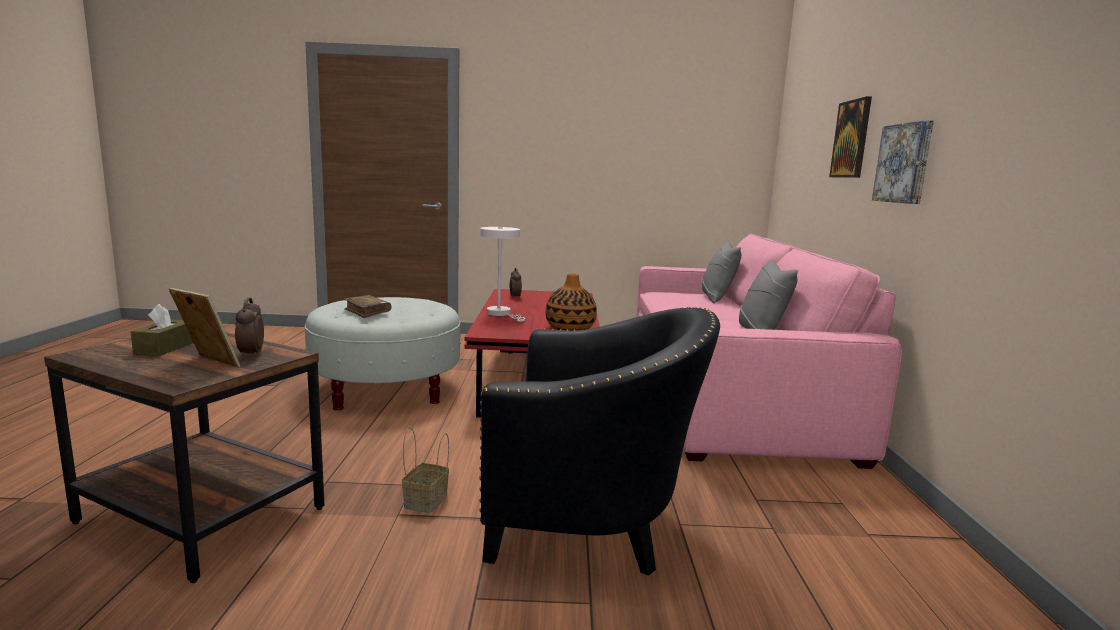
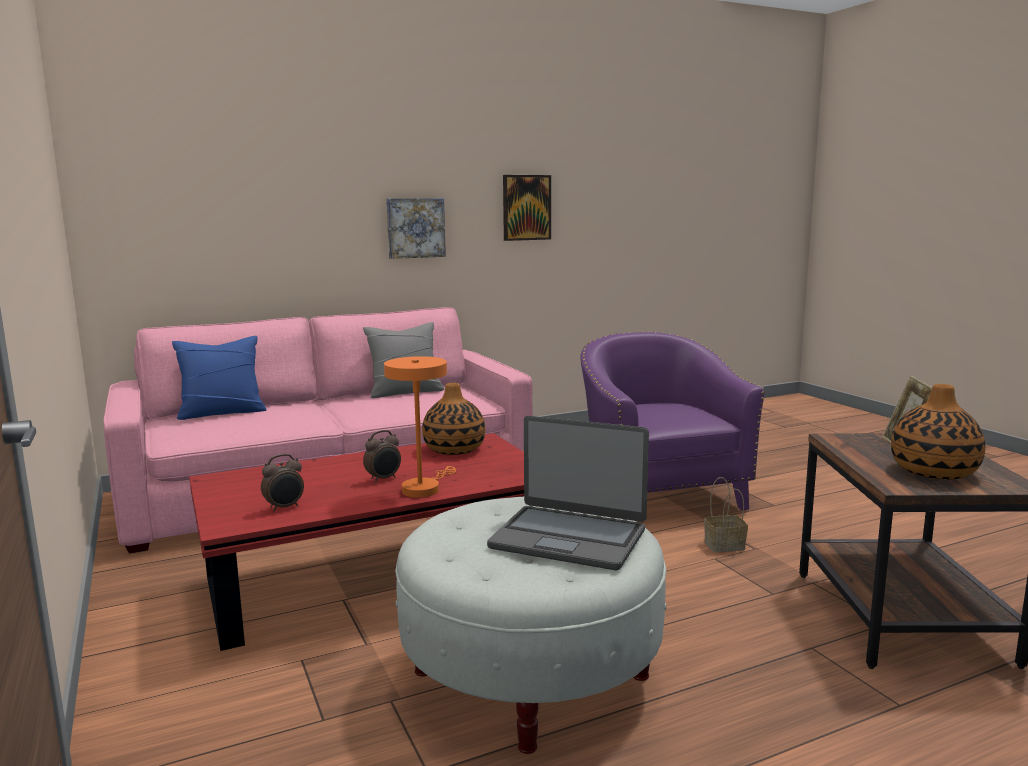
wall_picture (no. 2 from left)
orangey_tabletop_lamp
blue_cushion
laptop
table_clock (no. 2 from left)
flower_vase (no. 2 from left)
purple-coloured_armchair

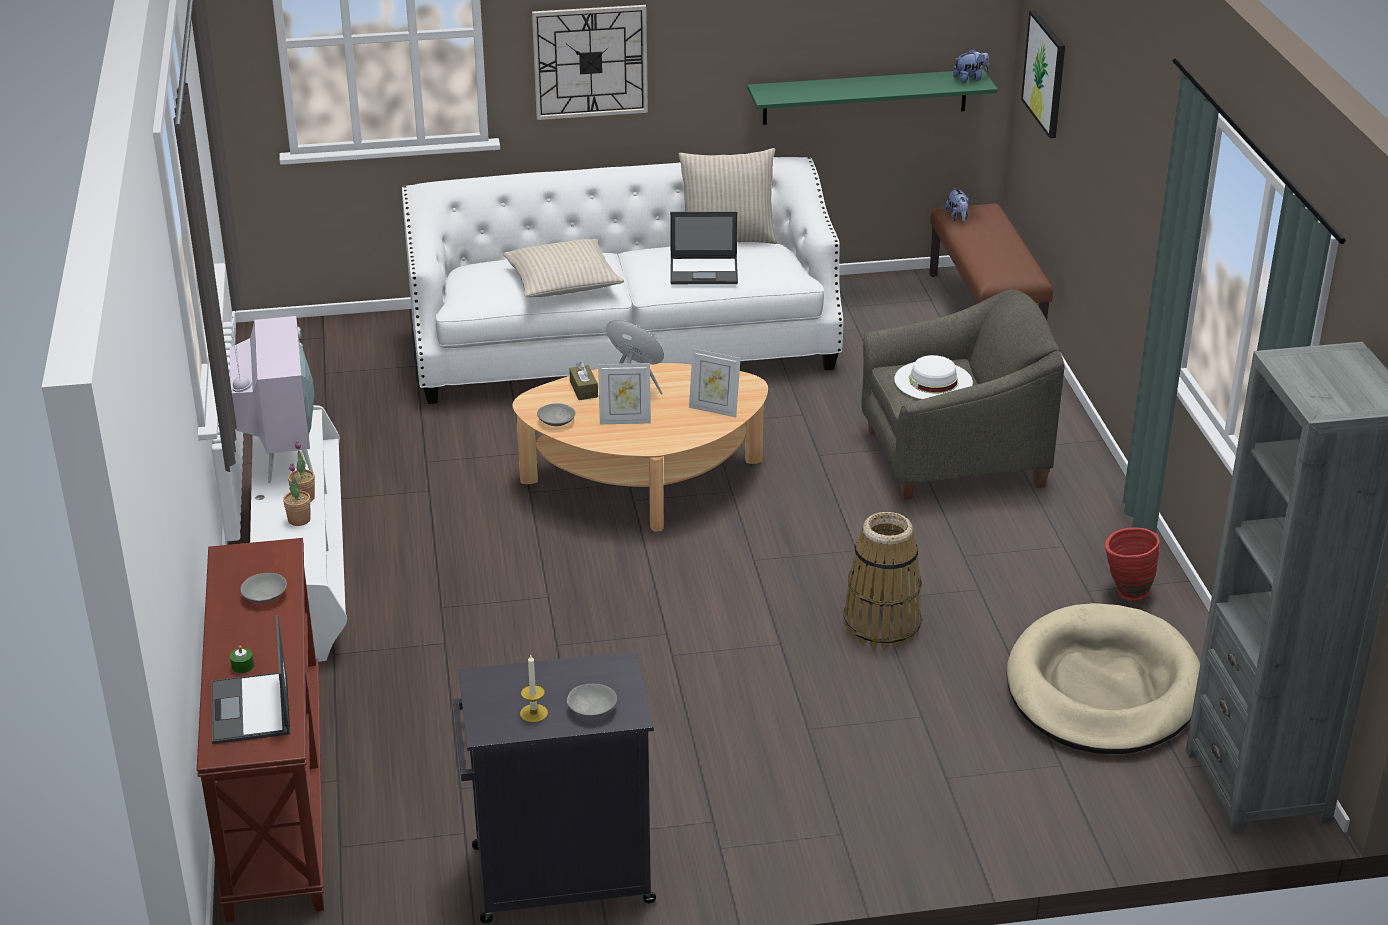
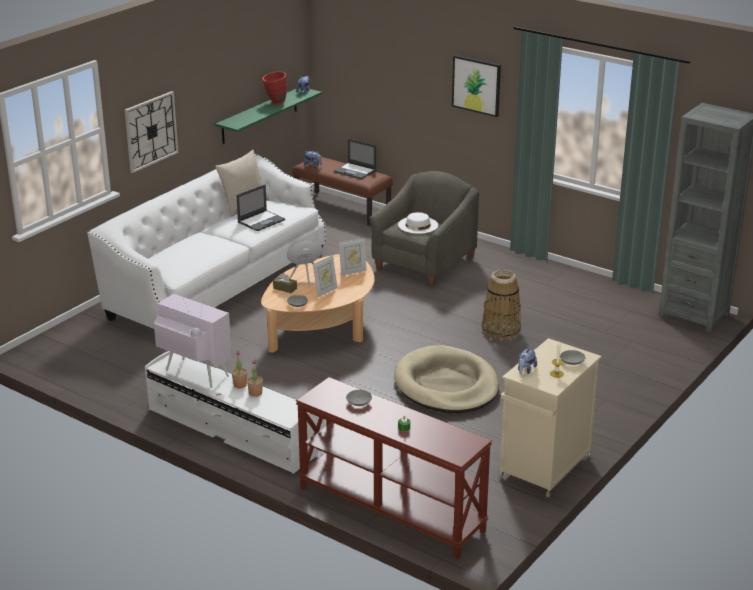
wall_picture
beige_cushion (no. 1 from left in the first image)
red_flower_vase
beige_pet_bed
laptop (no. 2 from left)
beige_cabinet
plush_toy (no. 3 from left)

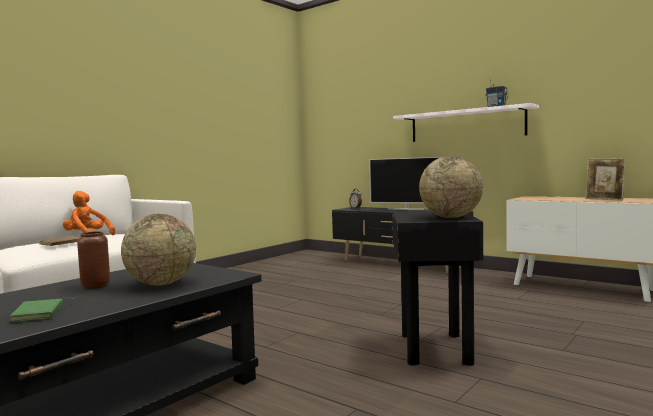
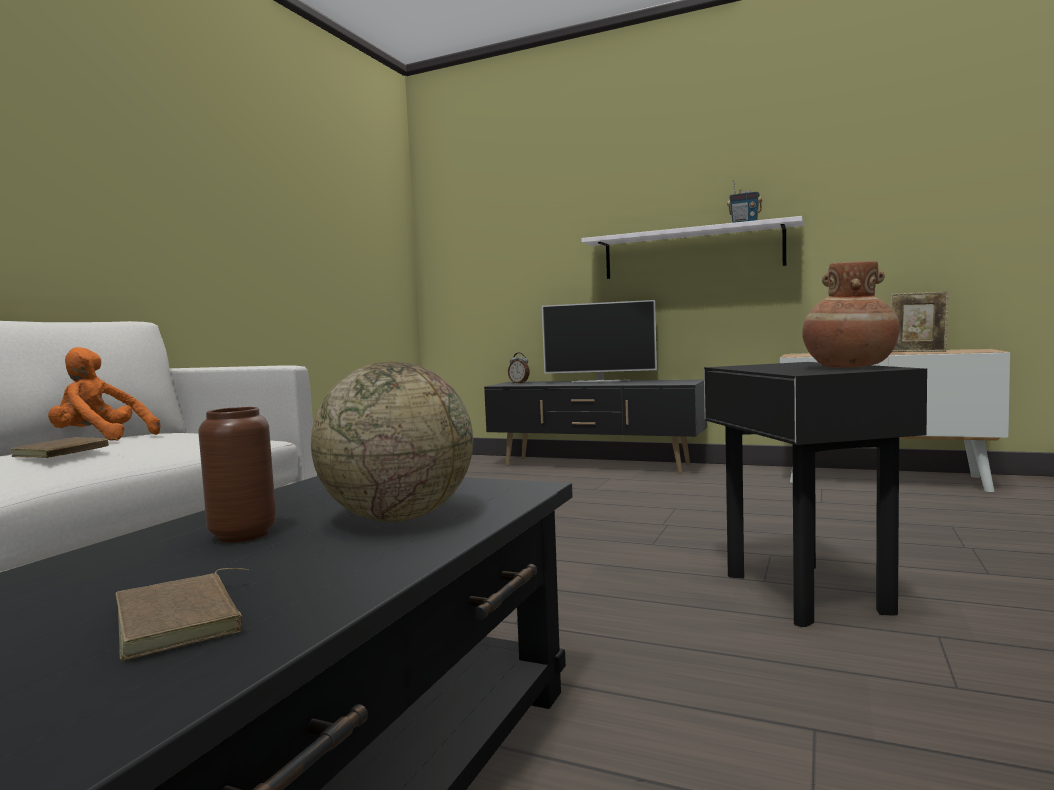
brownish_flower_vase (no. 2 from left)
brownish_bound_book (no. 2 from left)

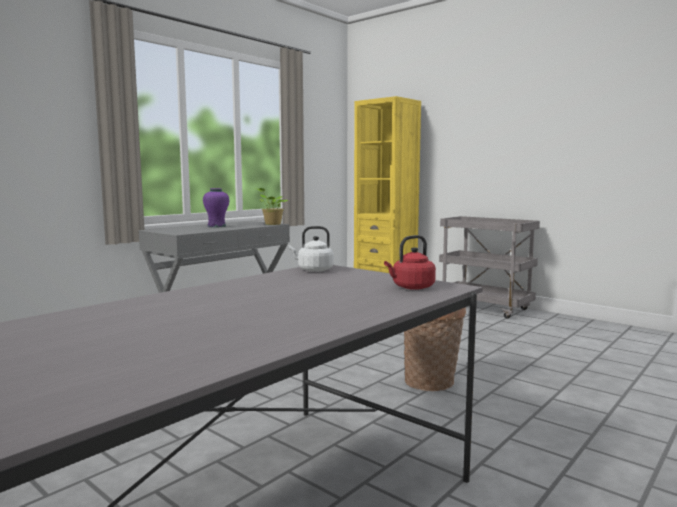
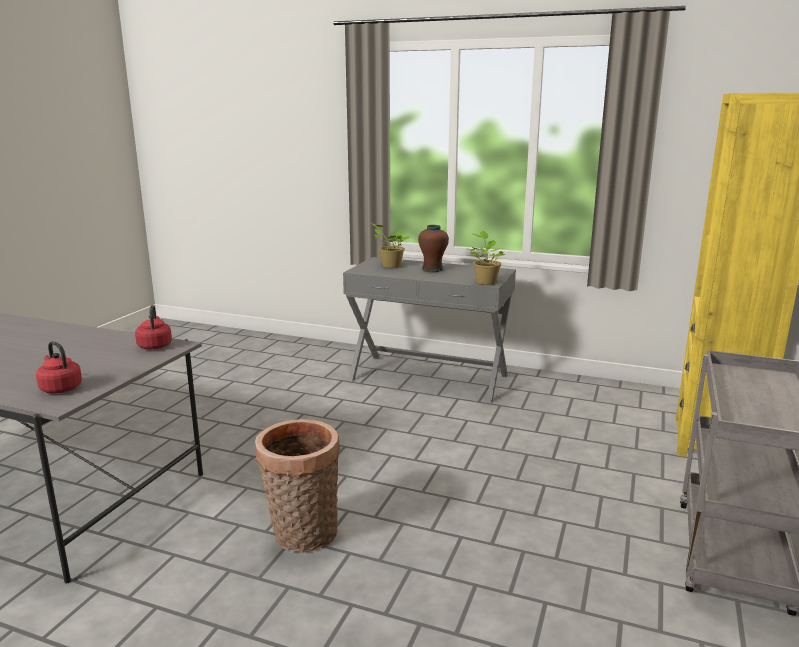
brownish_flower_vase
red_water_kettle (no. 2 from left)
plant_in_a_pot (no. 1 from left)

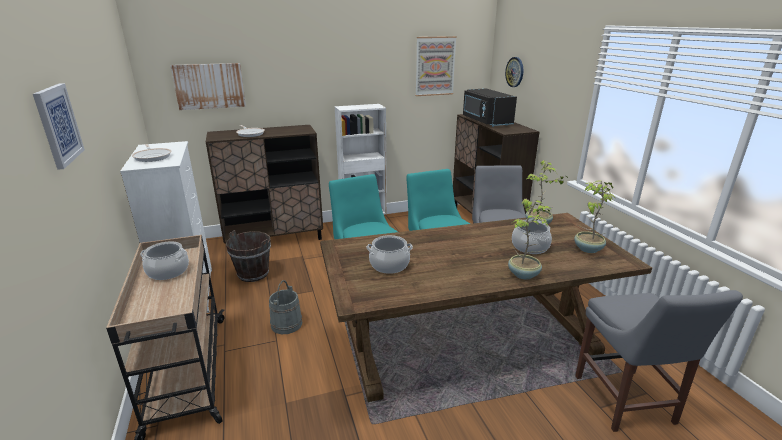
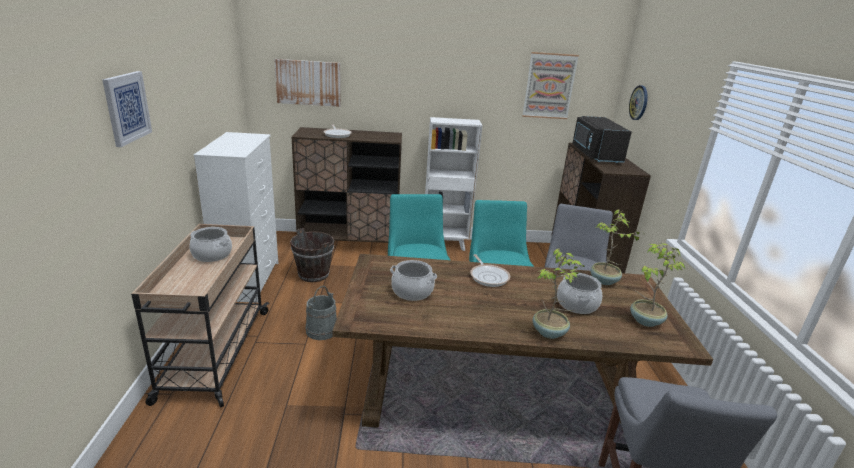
pan (no. 2 from left)

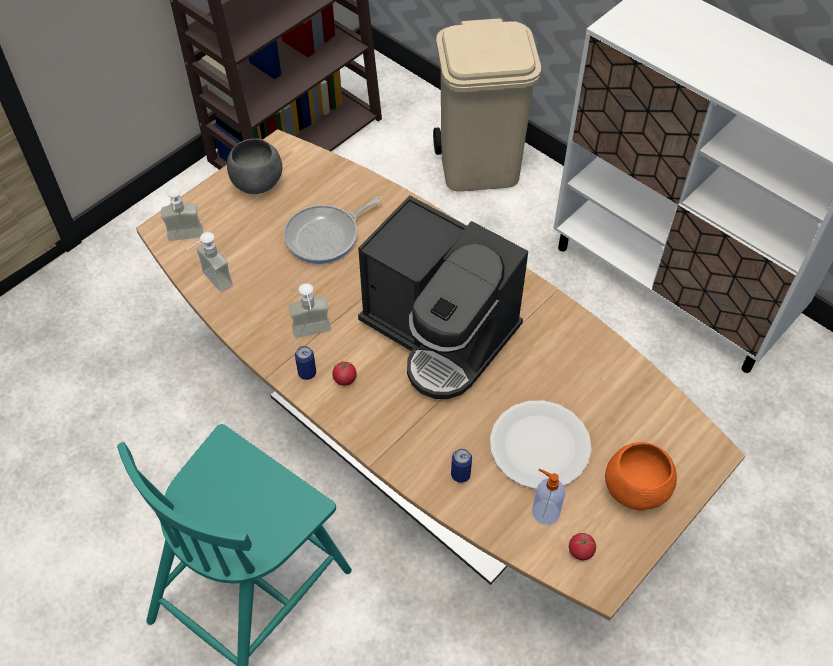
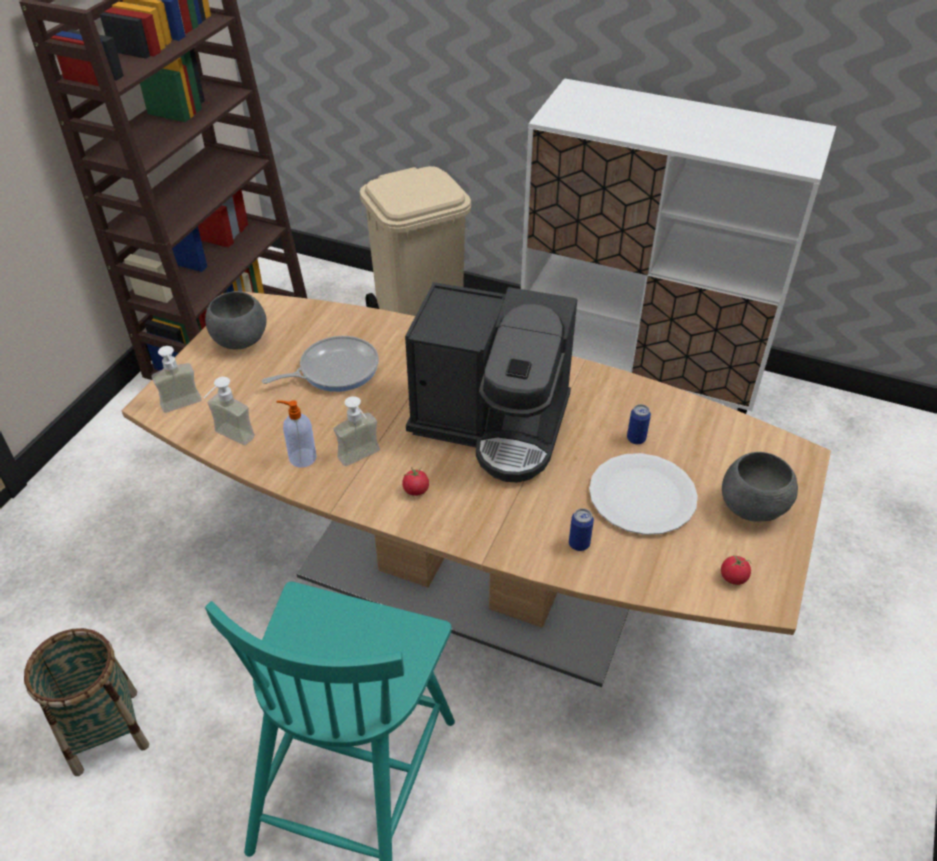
pan
can (no. 2 from left)
grey_bowl (no. 2 from left)
liquid_soap_bottle (no. 3 from left)
basket

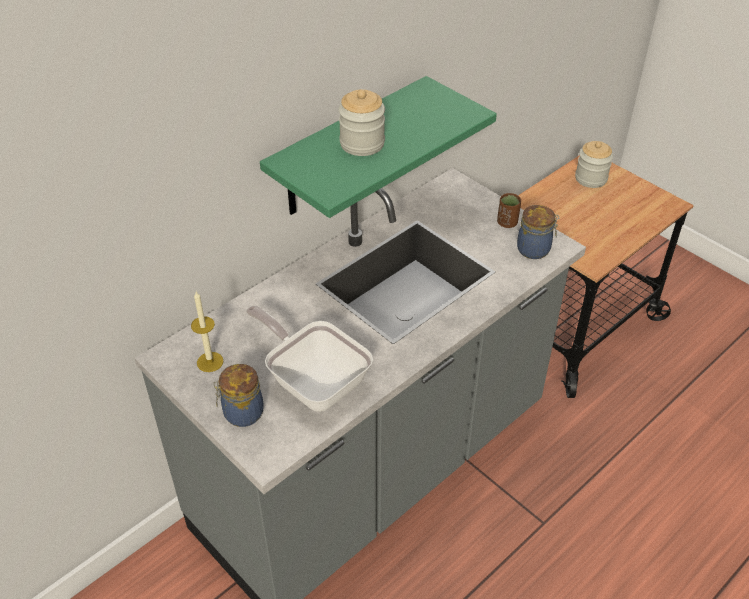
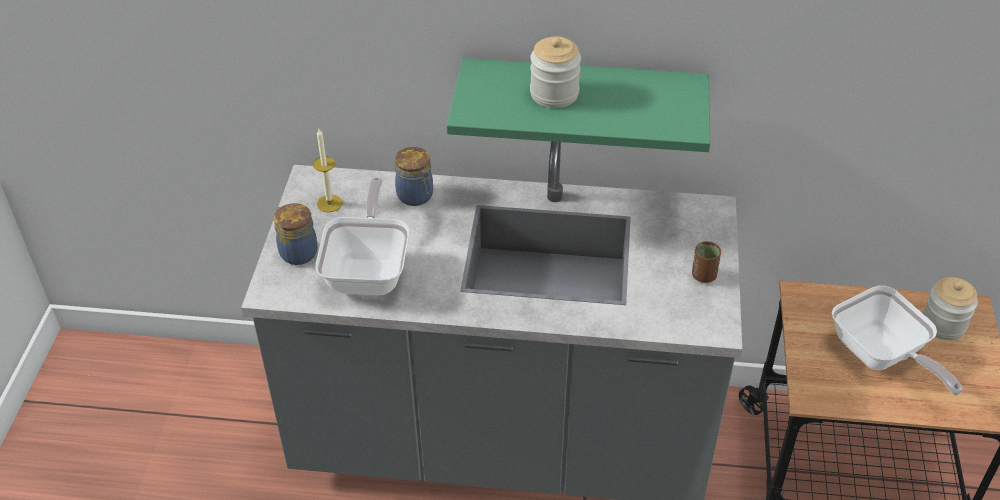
storage_jar (no. 2 from left)
pan (no. 2 from left)

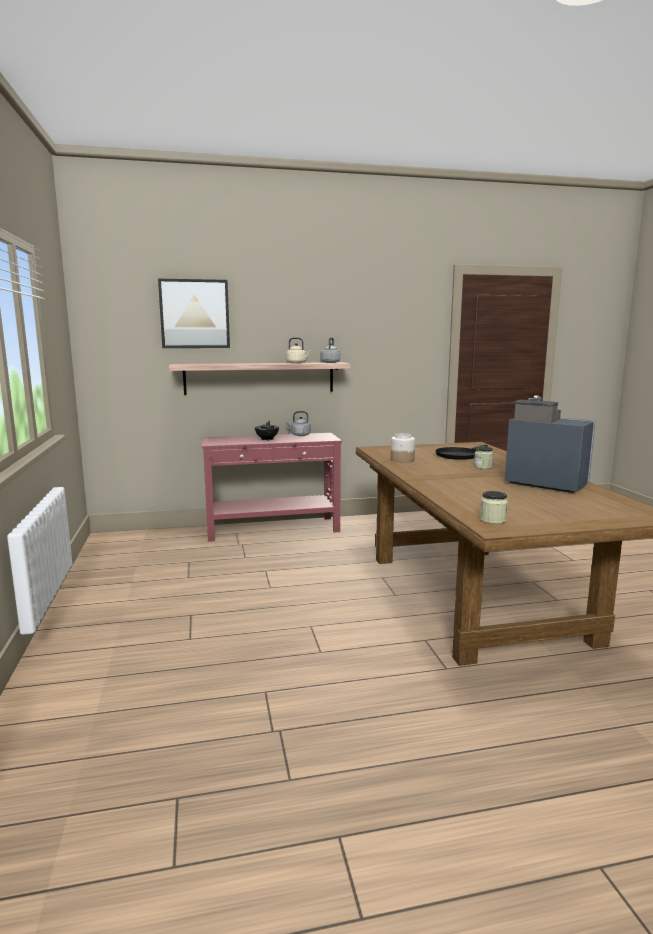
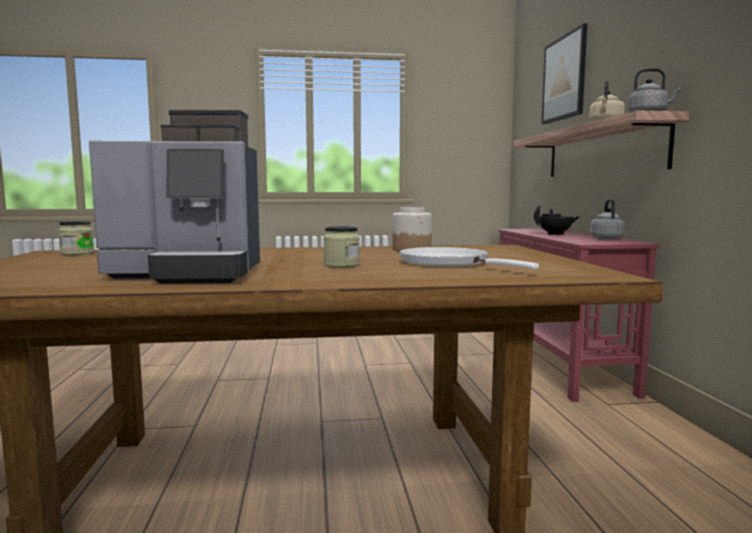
coffee_machine
white_pan

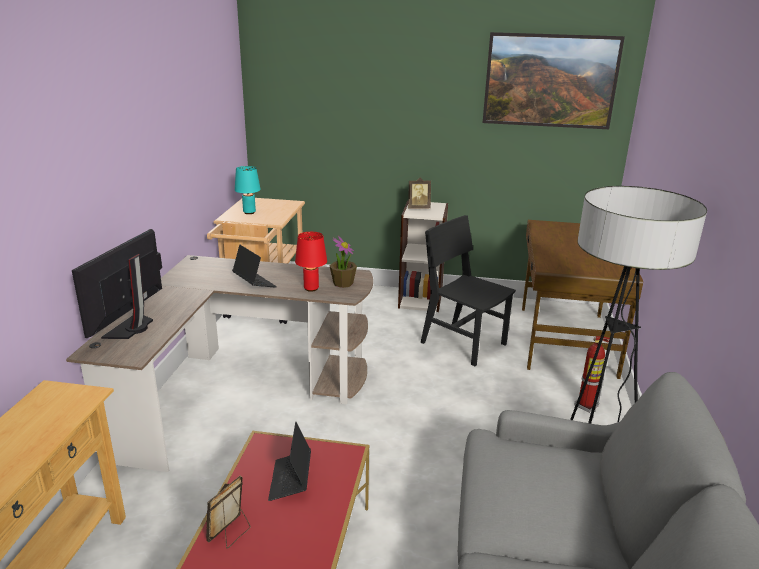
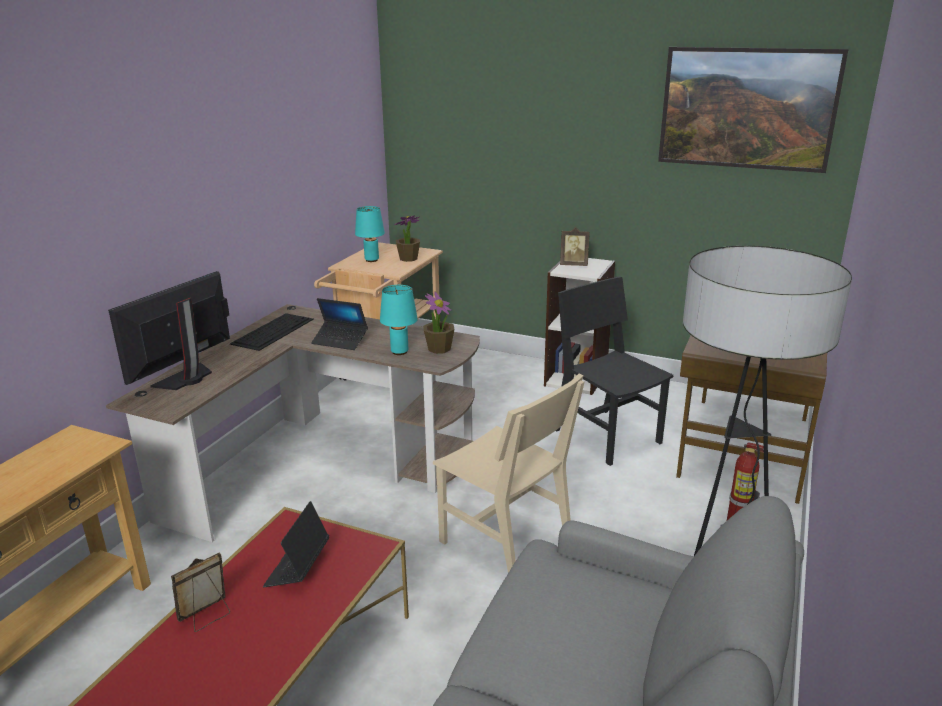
turquoise_tabletop_lamp (no. 2 from left)
laptop (no. 2 from left)
plant_in_a_pot (no. 1 from left)
keyboard
beige_plain_chair

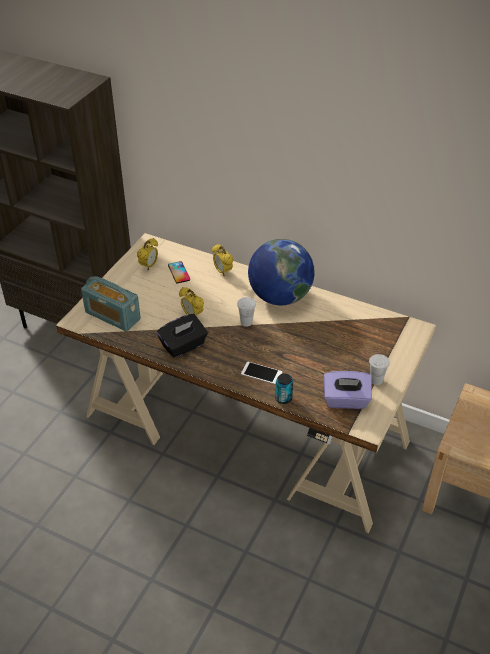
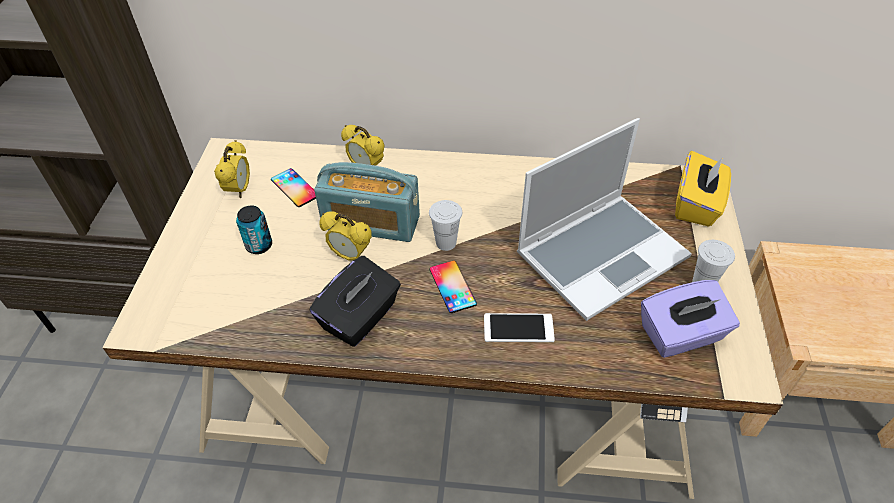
world_globe
radio_receiver
can
laptop
yellow_tissue_holder
handset (no. 2 from left)

